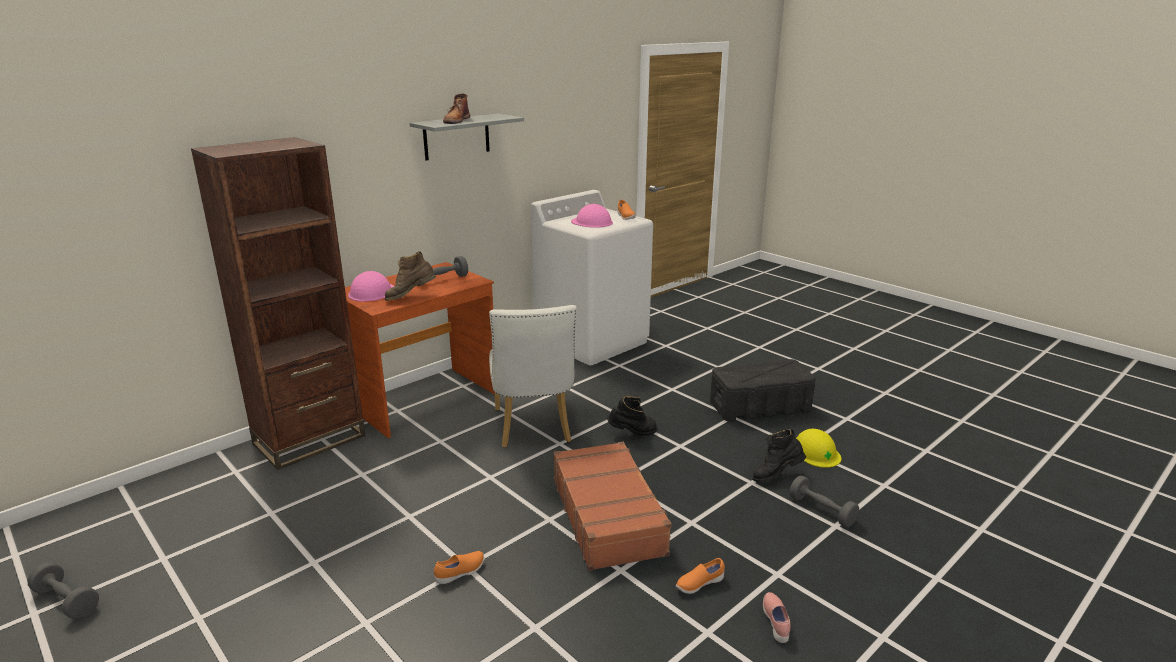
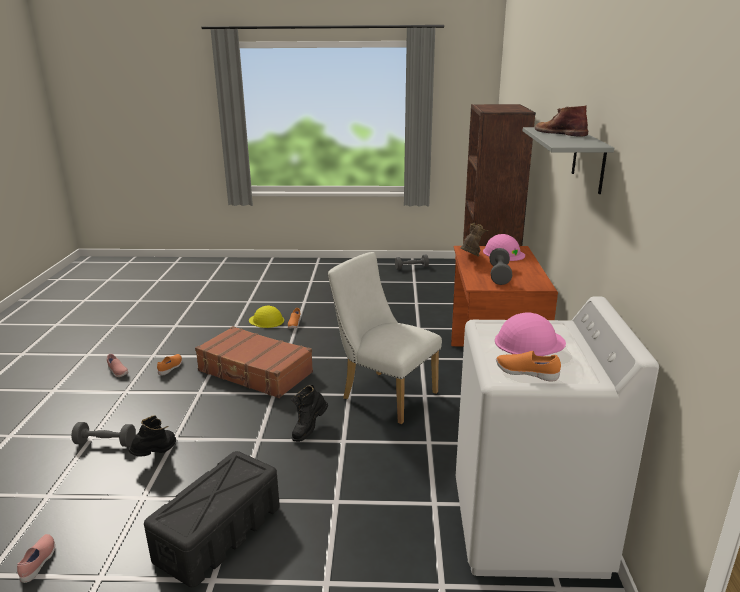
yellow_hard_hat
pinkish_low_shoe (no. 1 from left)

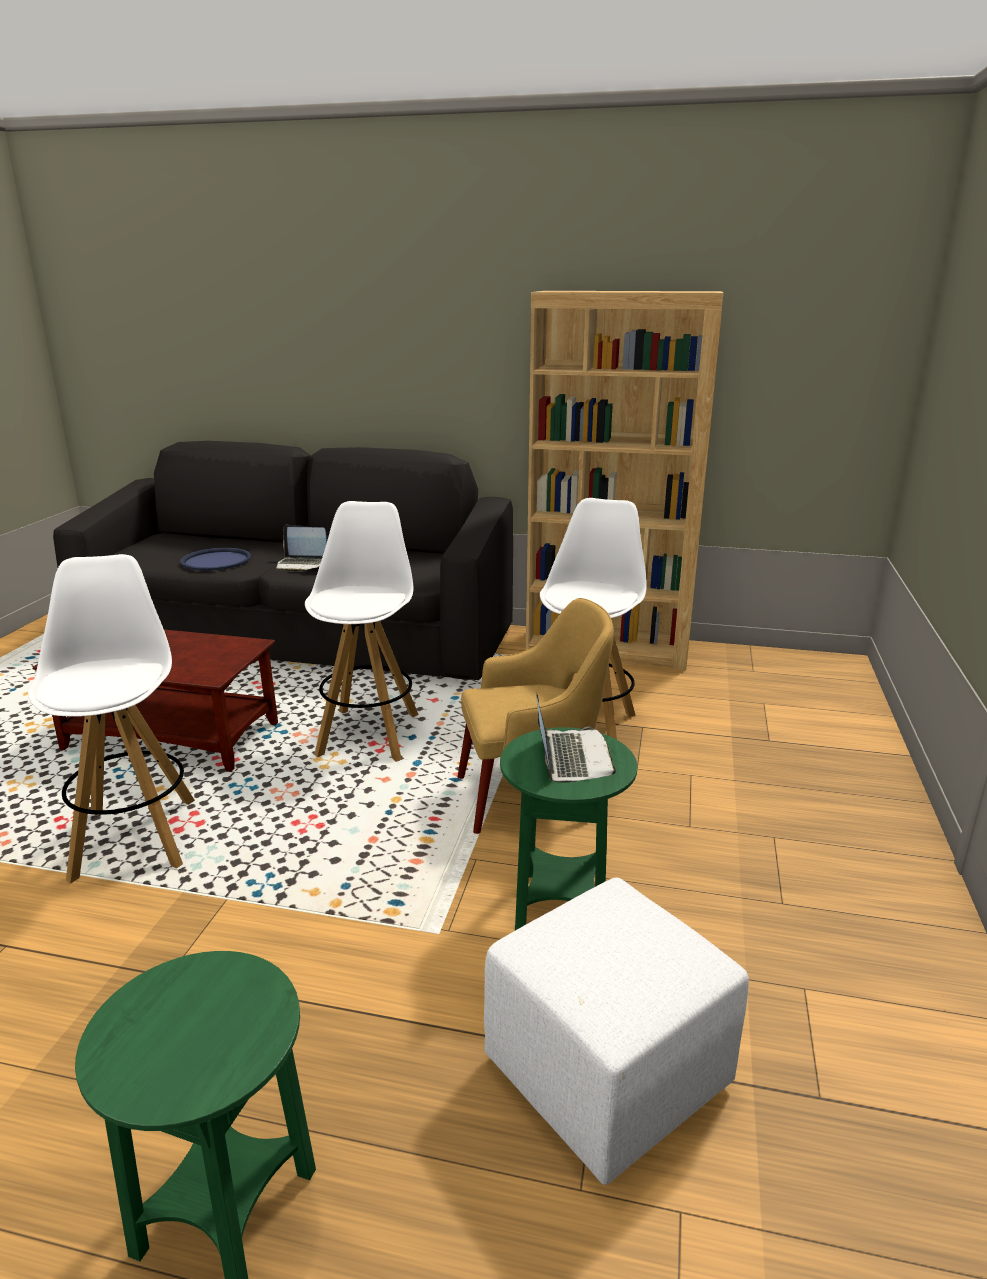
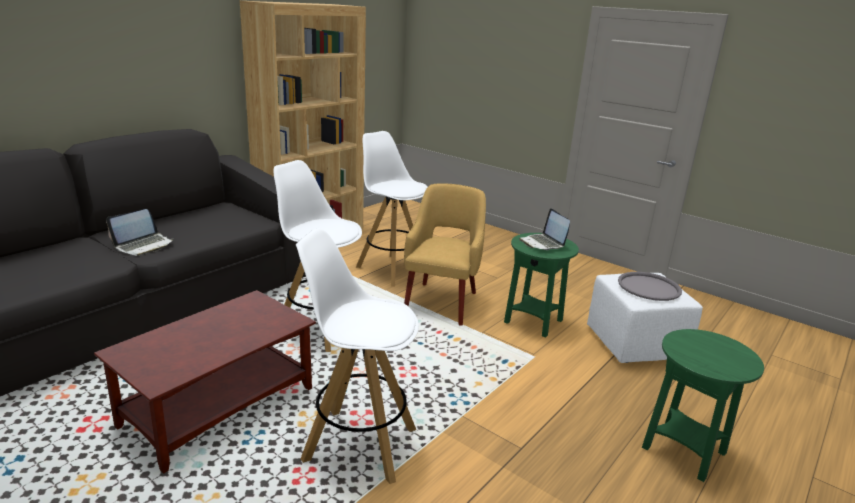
blue_serving_tray
laptop (no. 2 from left)
grey_serving_tray

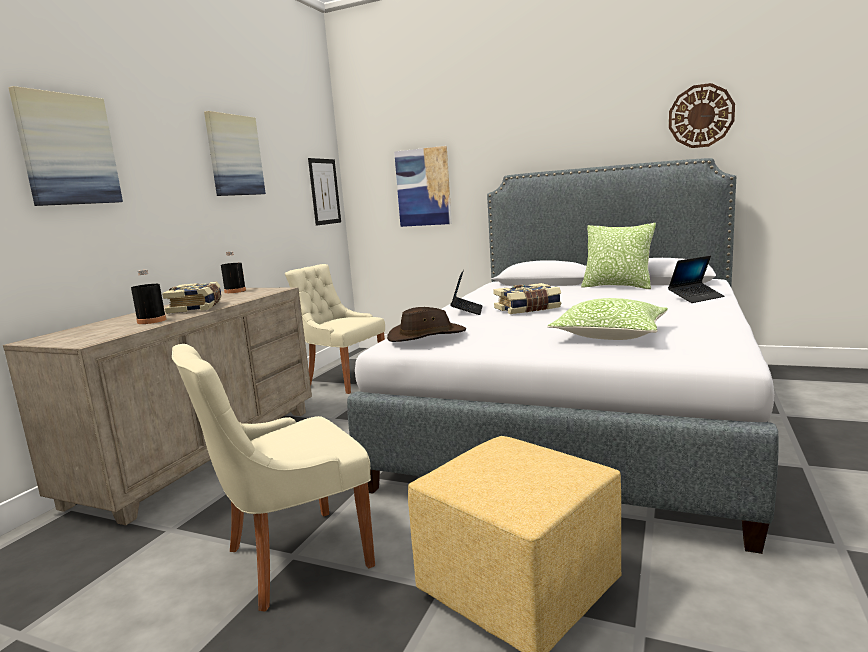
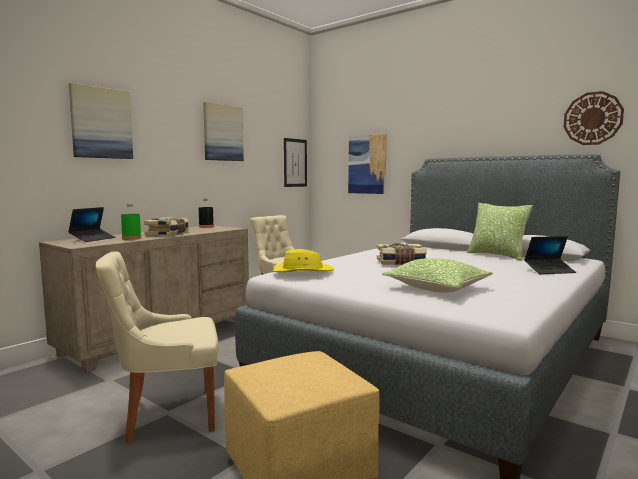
greenish_drink_bottle
laptop (no. 1 from left)
yellow_wearable_hat

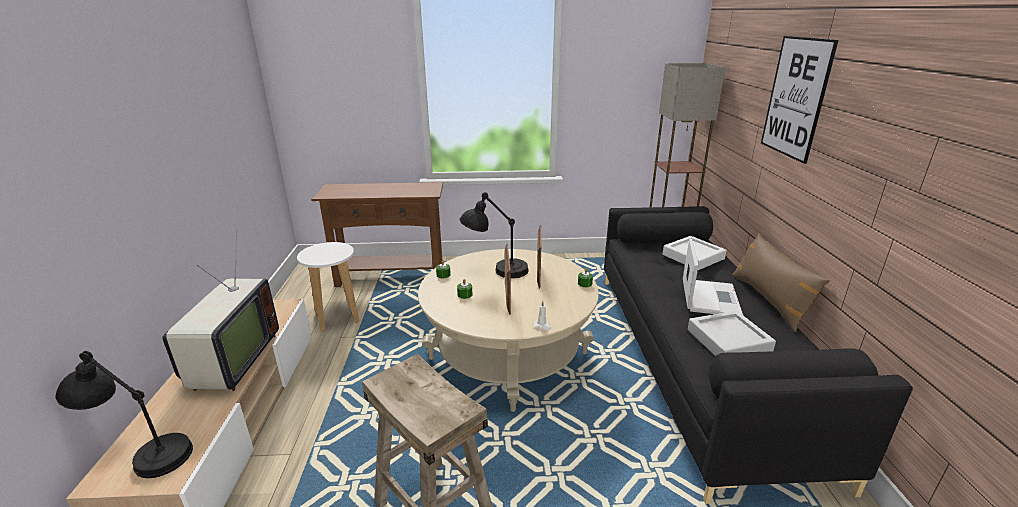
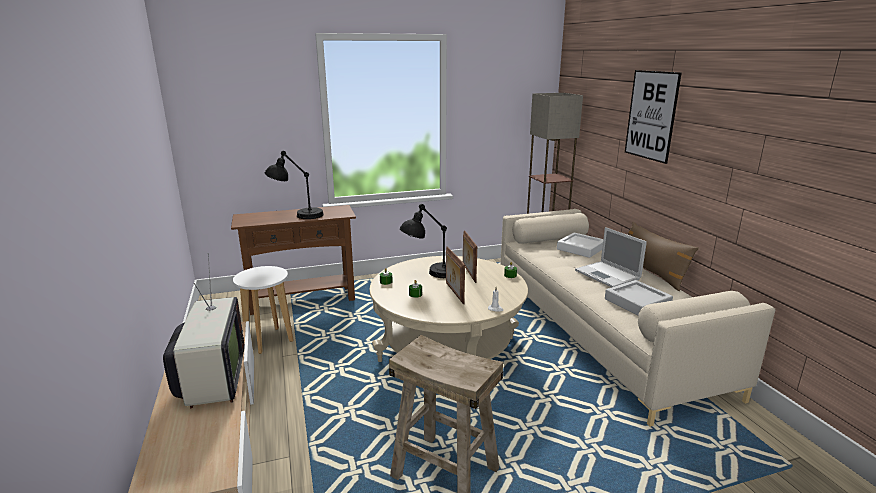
beige_sofa
laptop
blackish_tabletop_lamp (no. 1 from left)

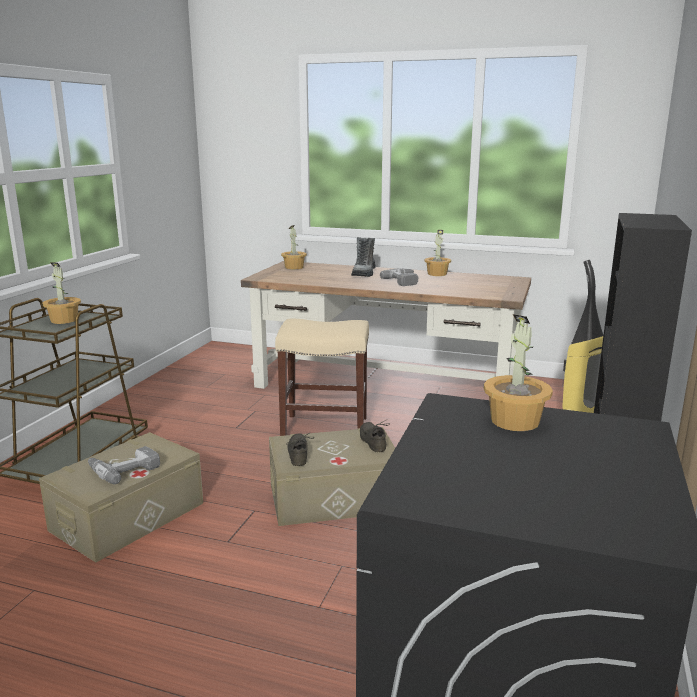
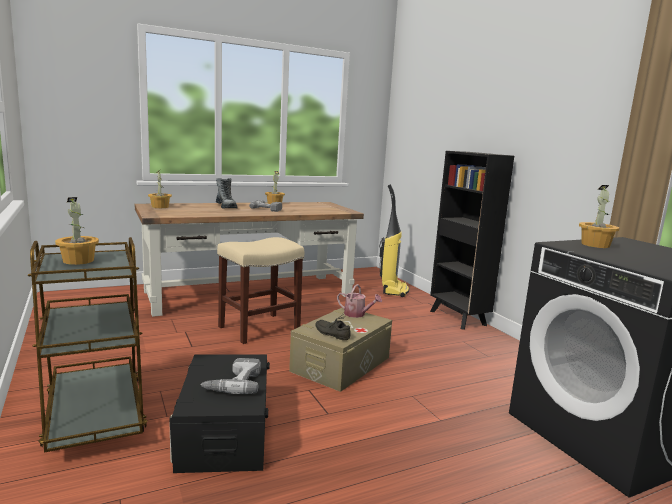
watering_can
blackish_storage_bin

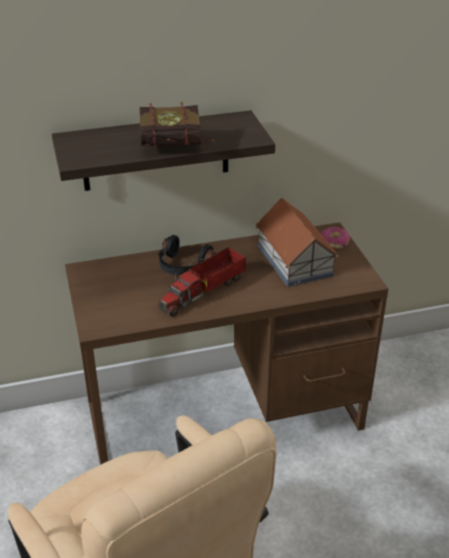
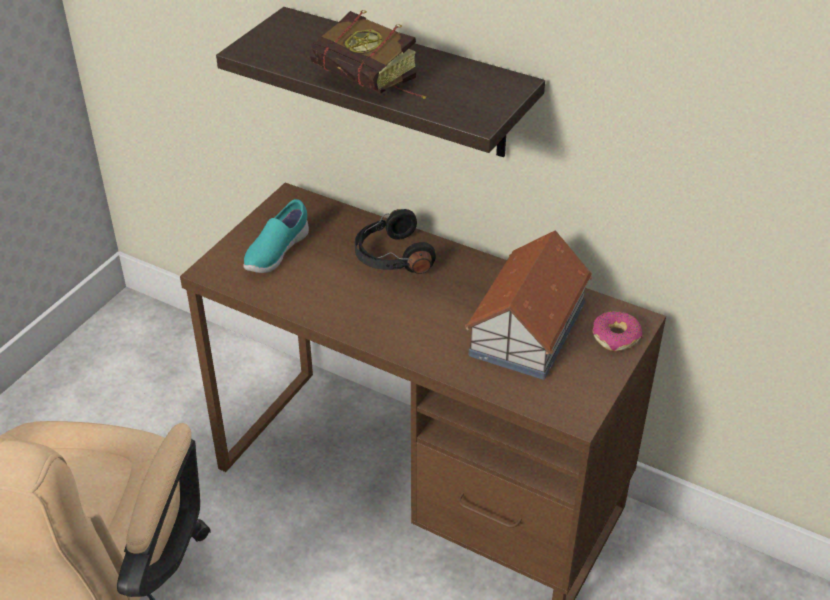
model_truck
turquoise_low_shoe

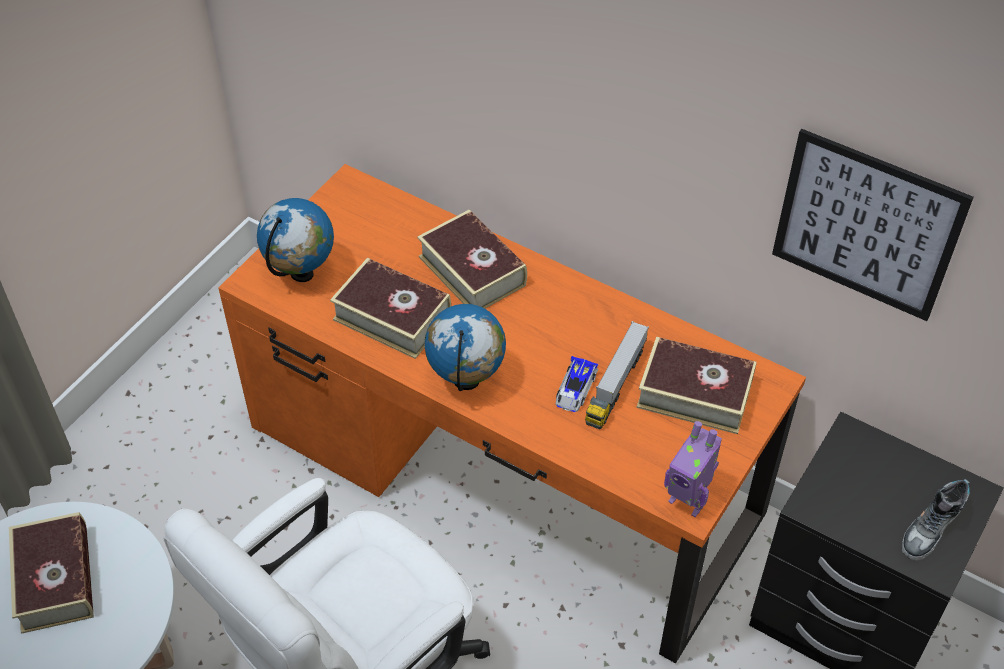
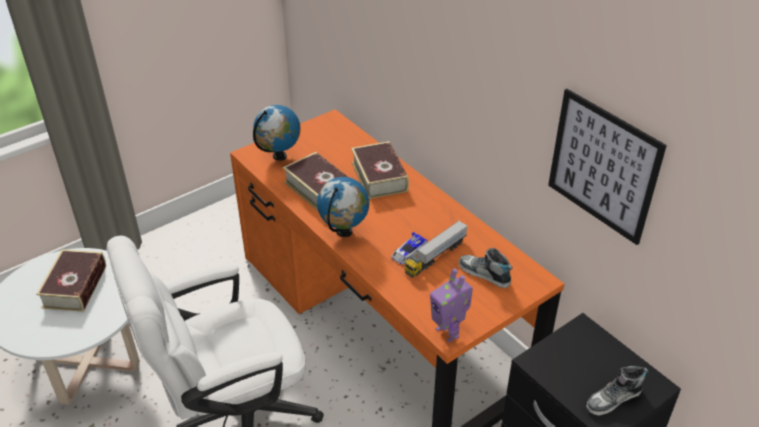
low_shoe (no. 1 from left)

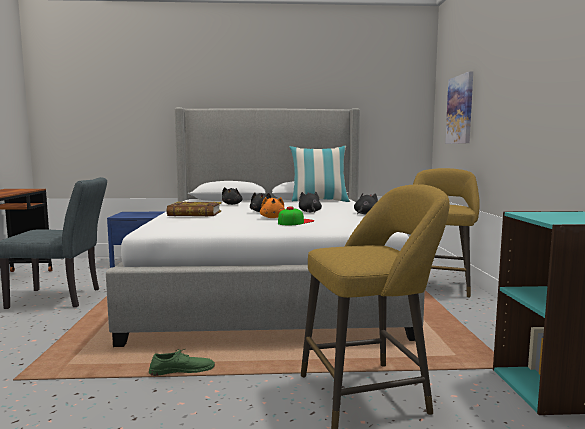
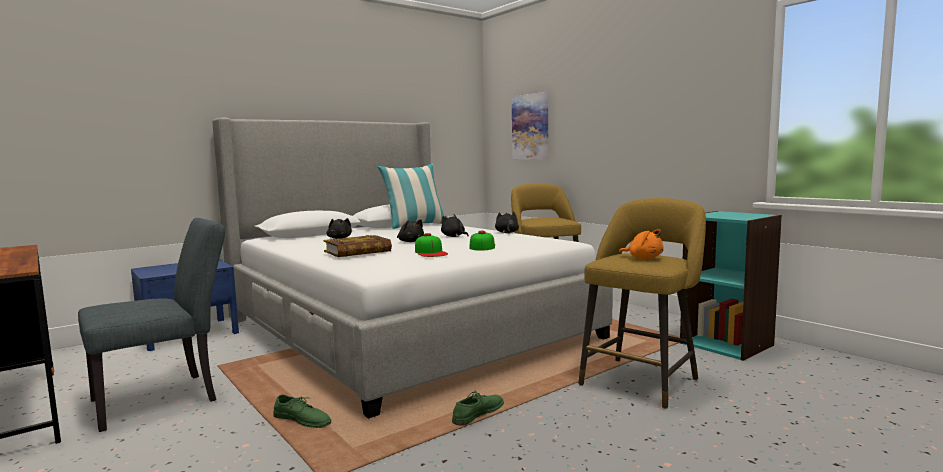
orangey_plush_toy
cap (no. 1 from left)
greenish_low_shoe (no. 1 from left)

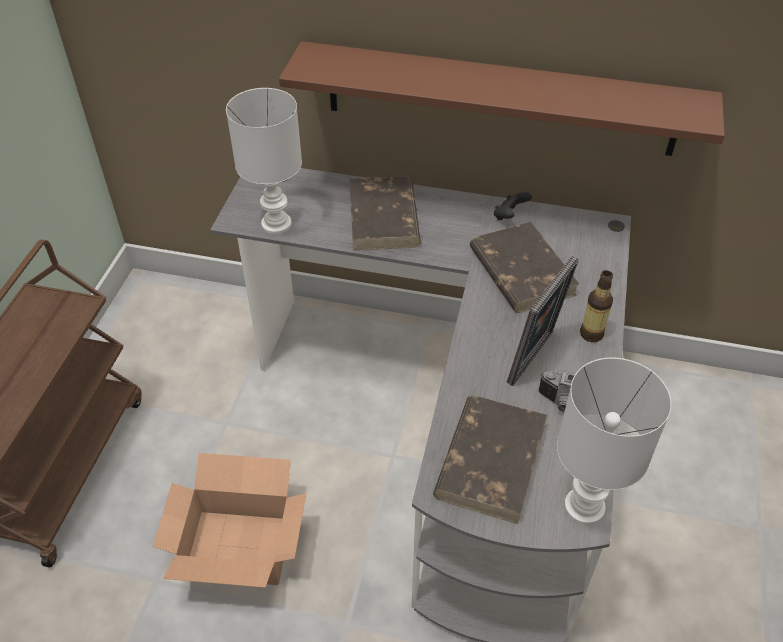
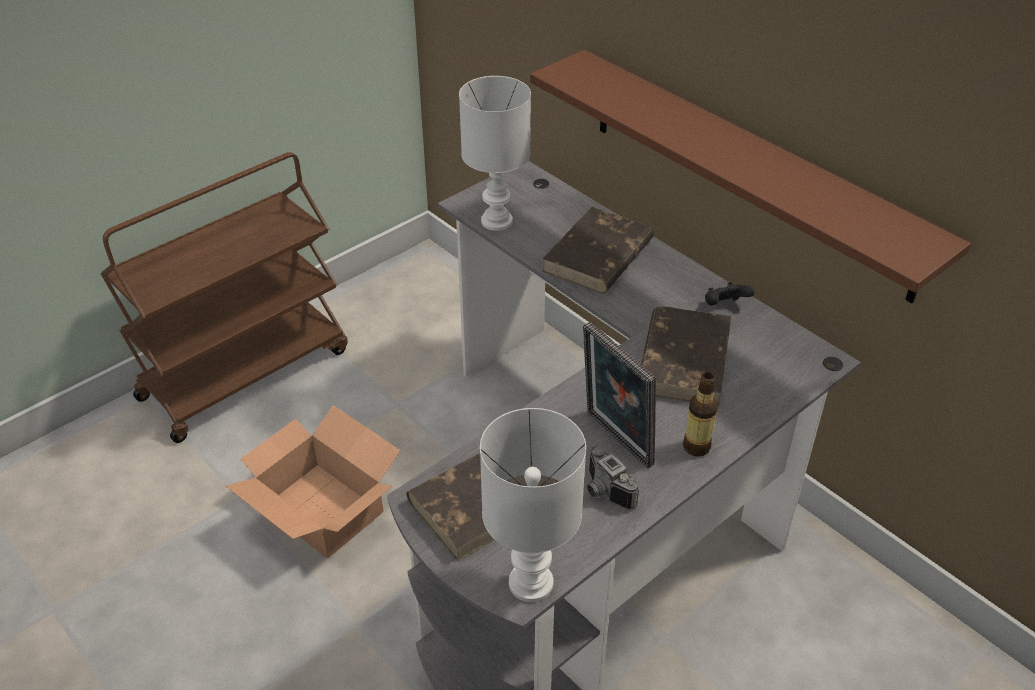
picture_frame

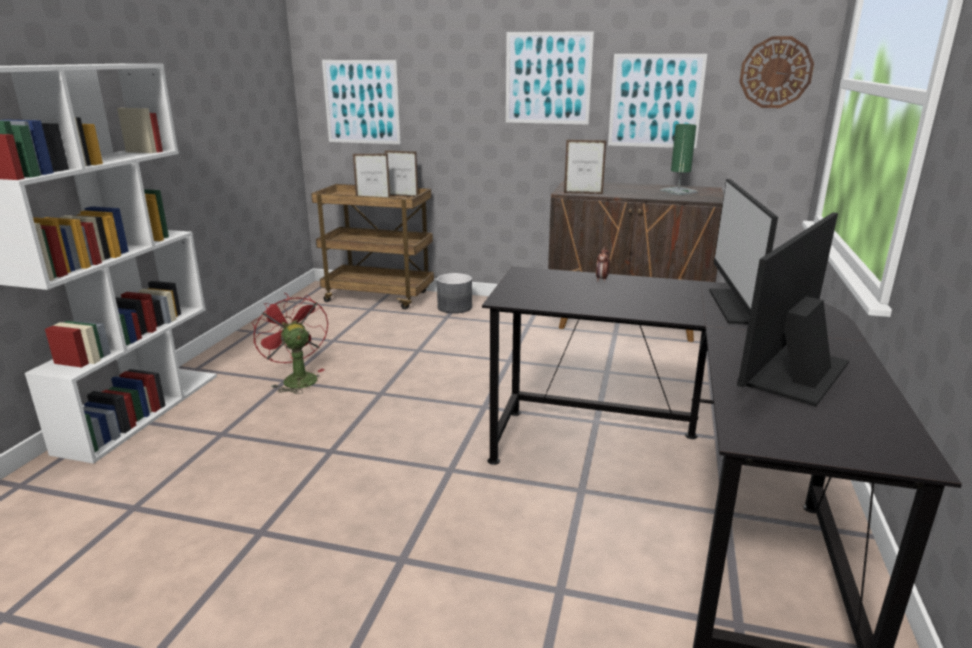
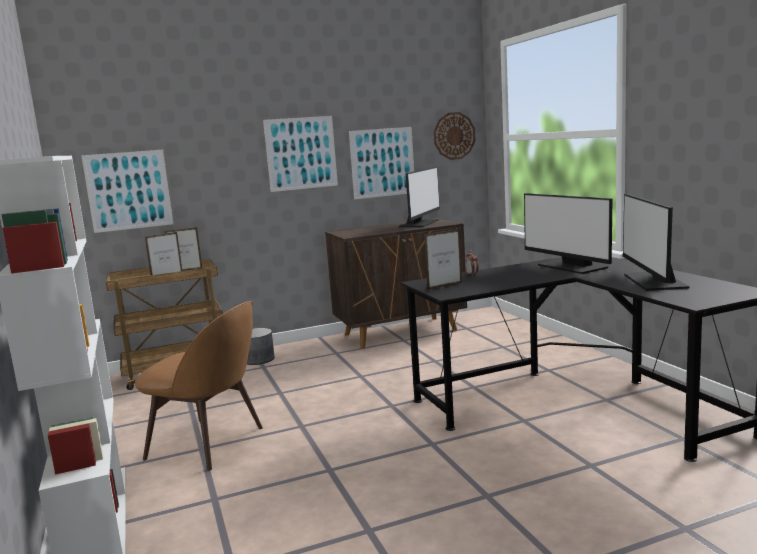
computer_screen (no. 1 from left)
picture_frame (no. 3 from left)
brownish_plain_chair

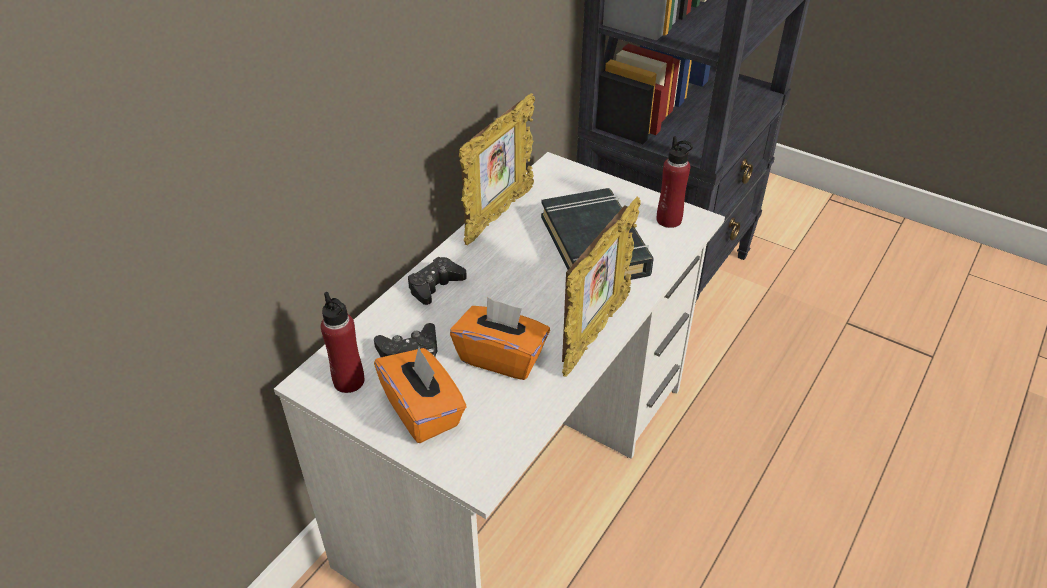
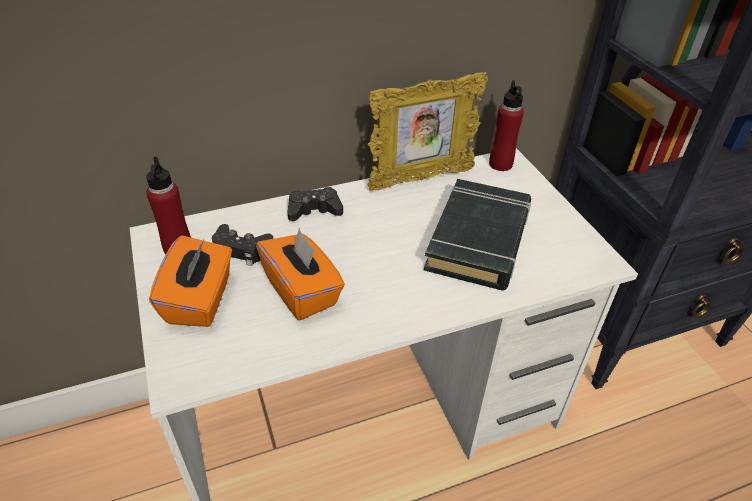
red_drink_bottle (no. 2 from left)
picture_frame (no. 2 from left in the first image)

